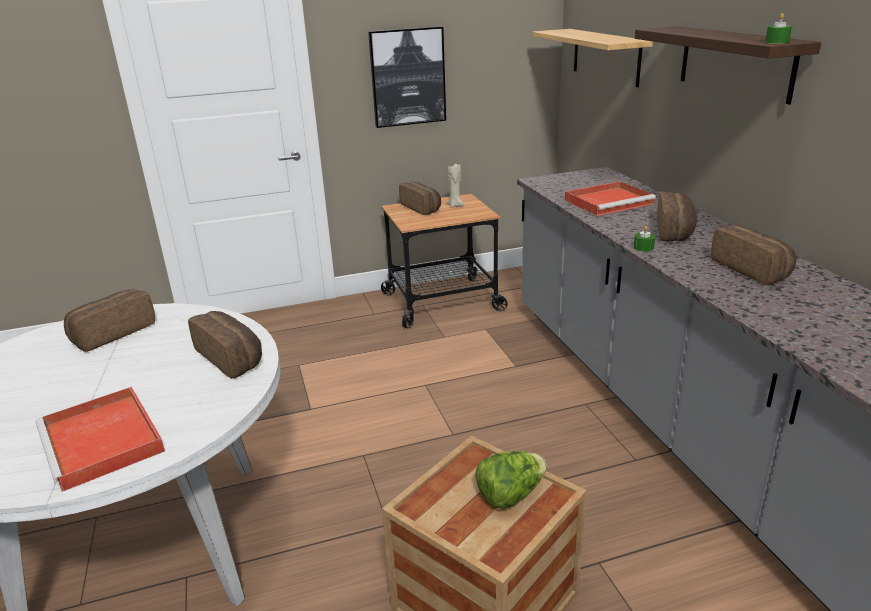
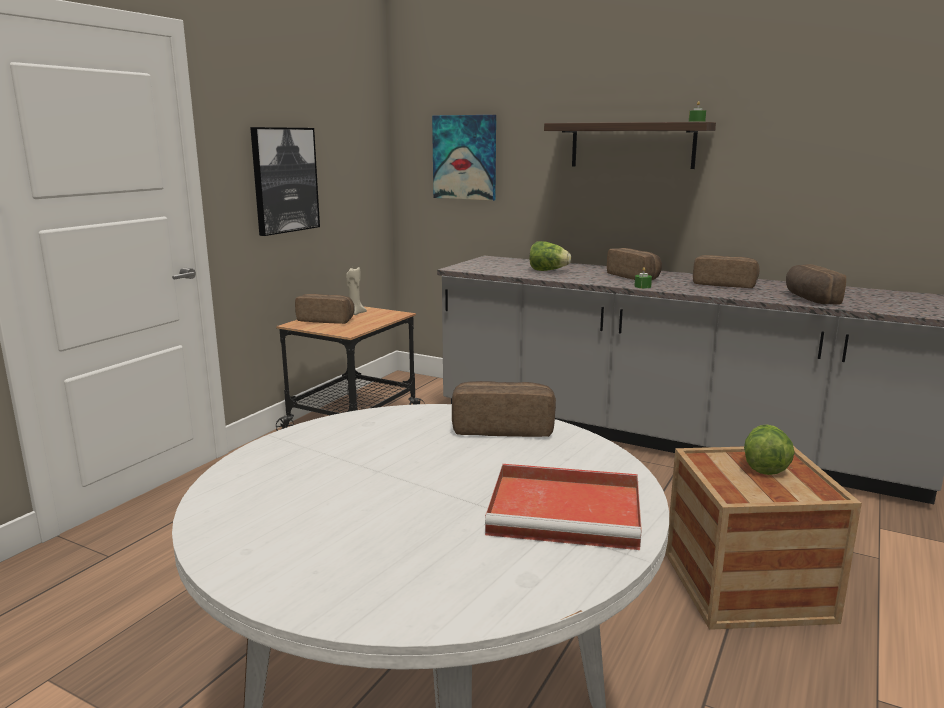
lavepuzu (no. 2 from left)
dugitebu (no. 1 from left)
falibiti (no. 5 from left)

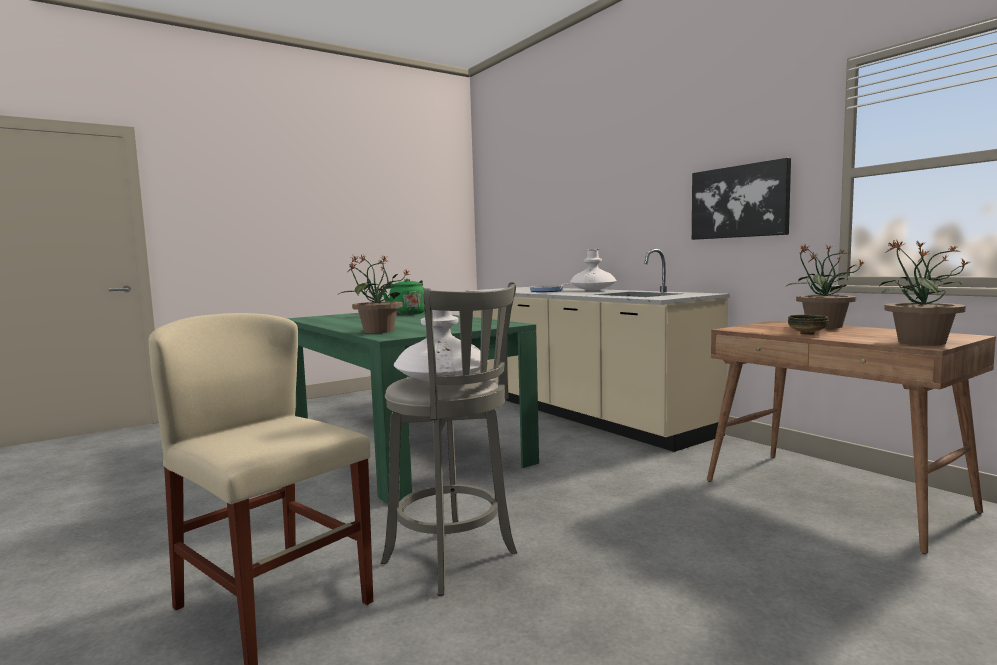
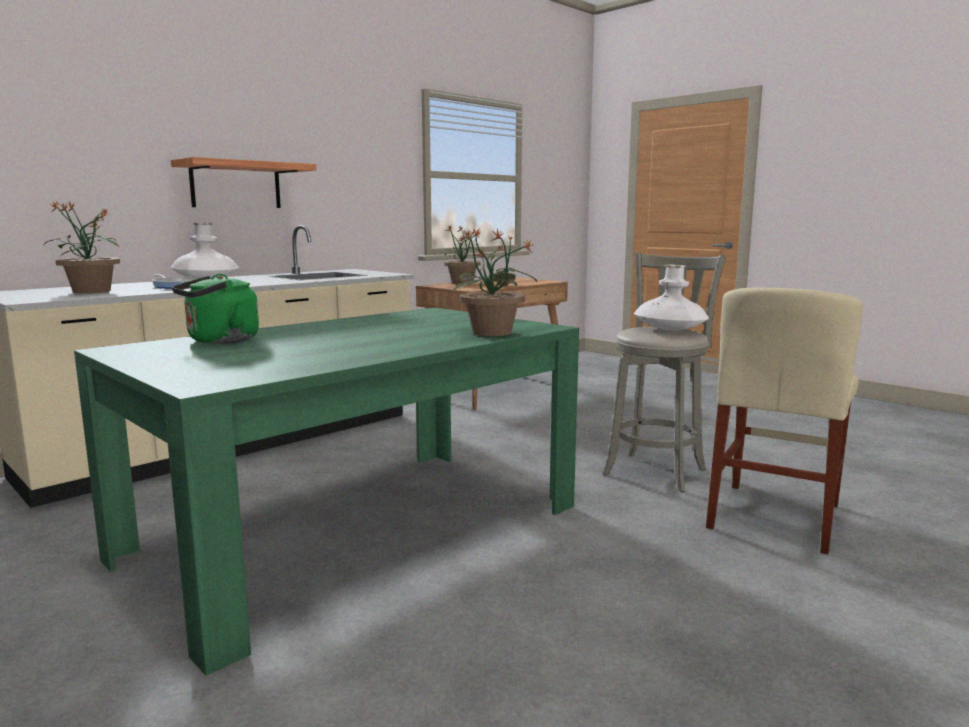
lavepuzu
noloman (no. 1 from left)
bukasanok

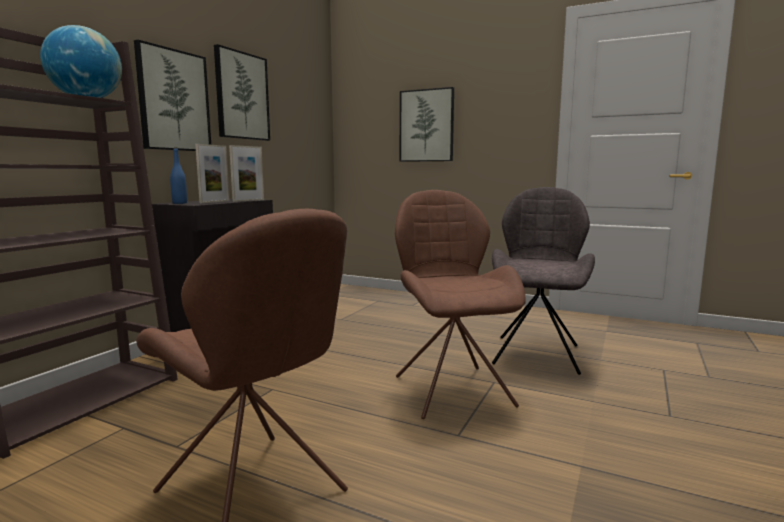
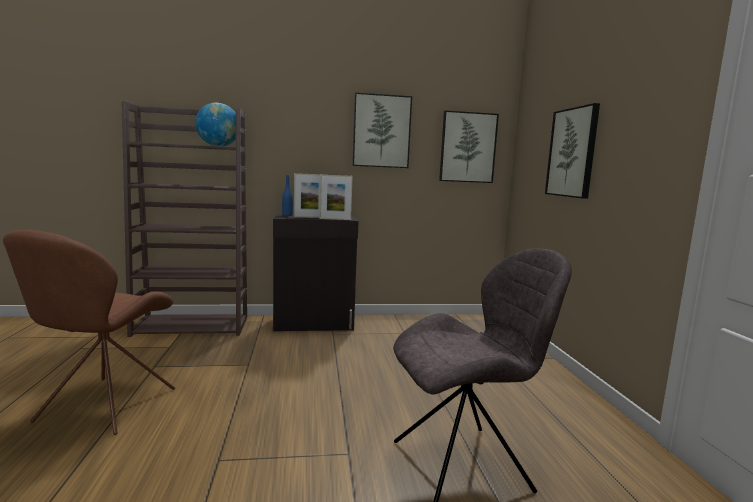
lavepuzu (no. 2 from left)
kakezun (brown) (no. 2 from left in the first image)

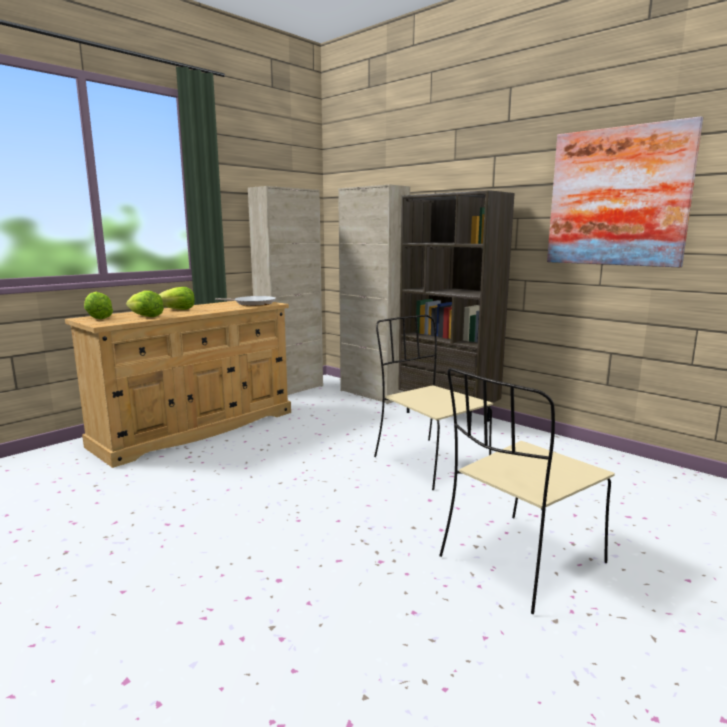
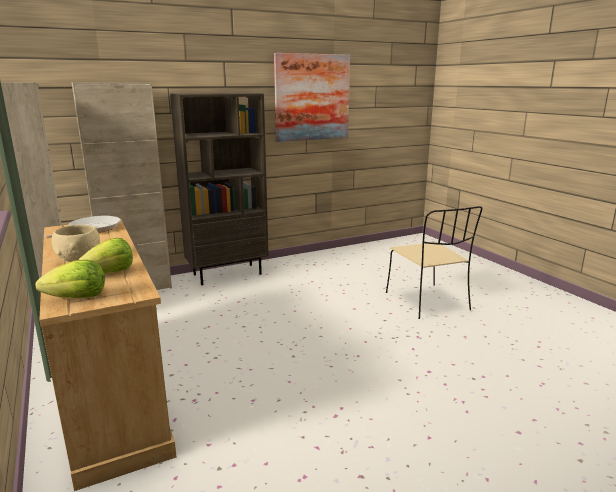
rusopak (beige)
kakezun (beige) (no. 1 from left in the first image)

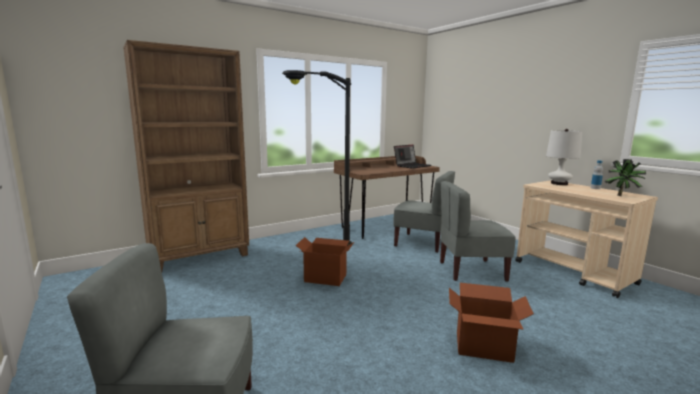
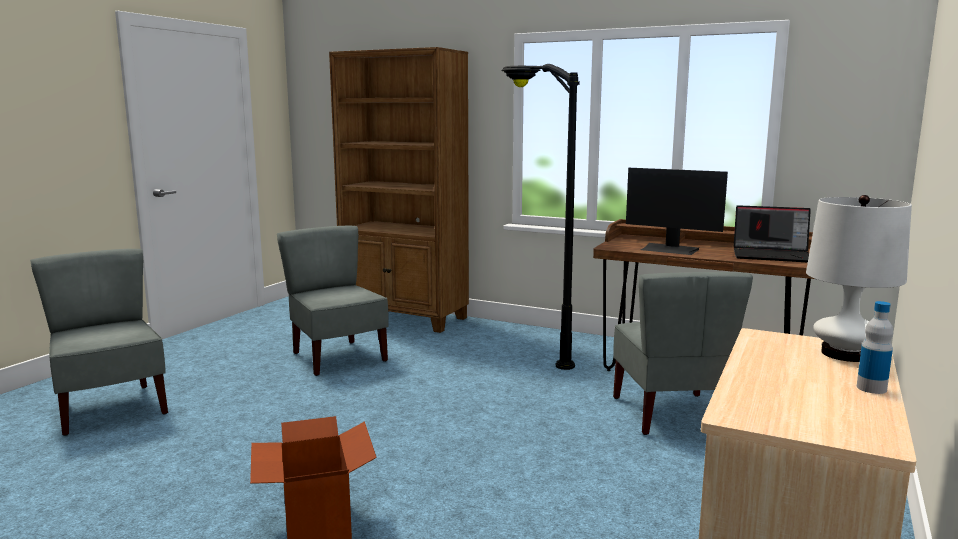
noloman
kakezun (grey) (no. 2 from left)
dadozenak (no. 1 from left in the first image)
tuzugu

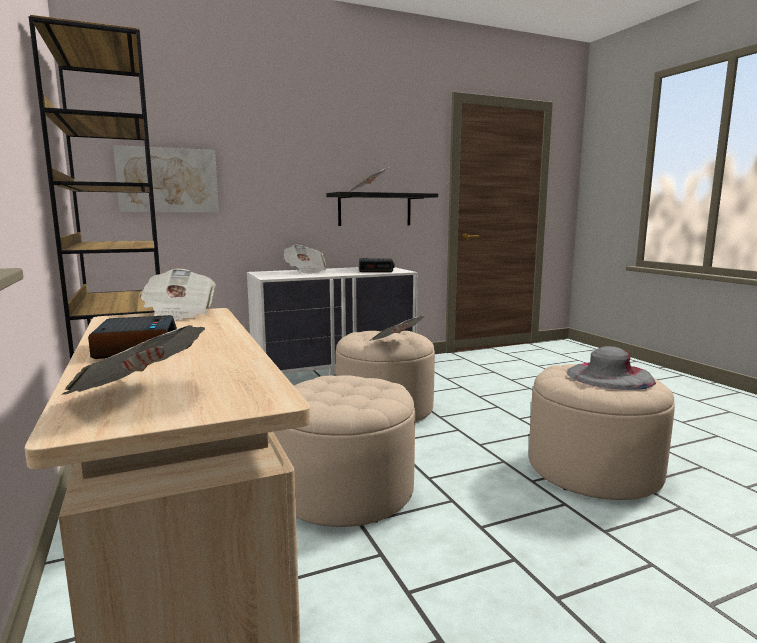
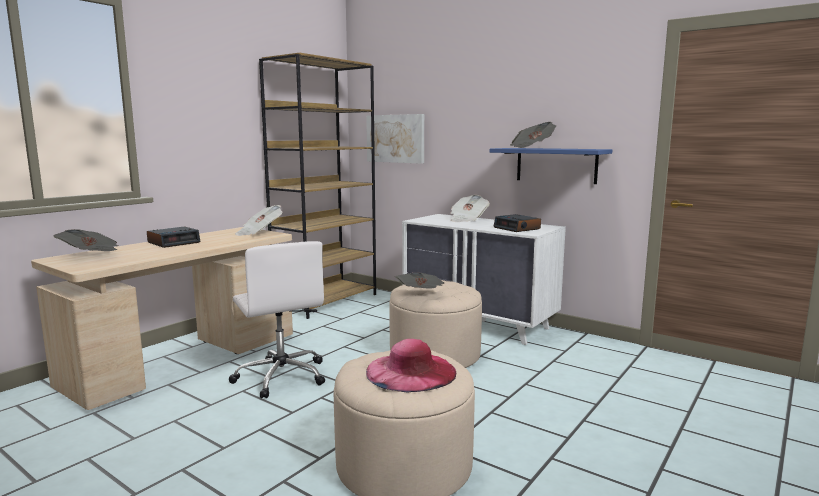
bukasanok (blue)
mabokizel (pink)
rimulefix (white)

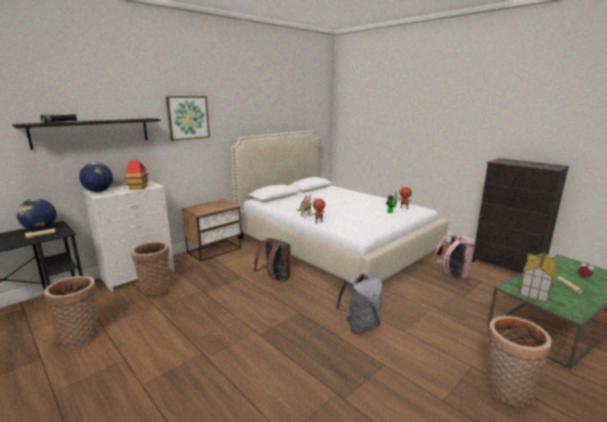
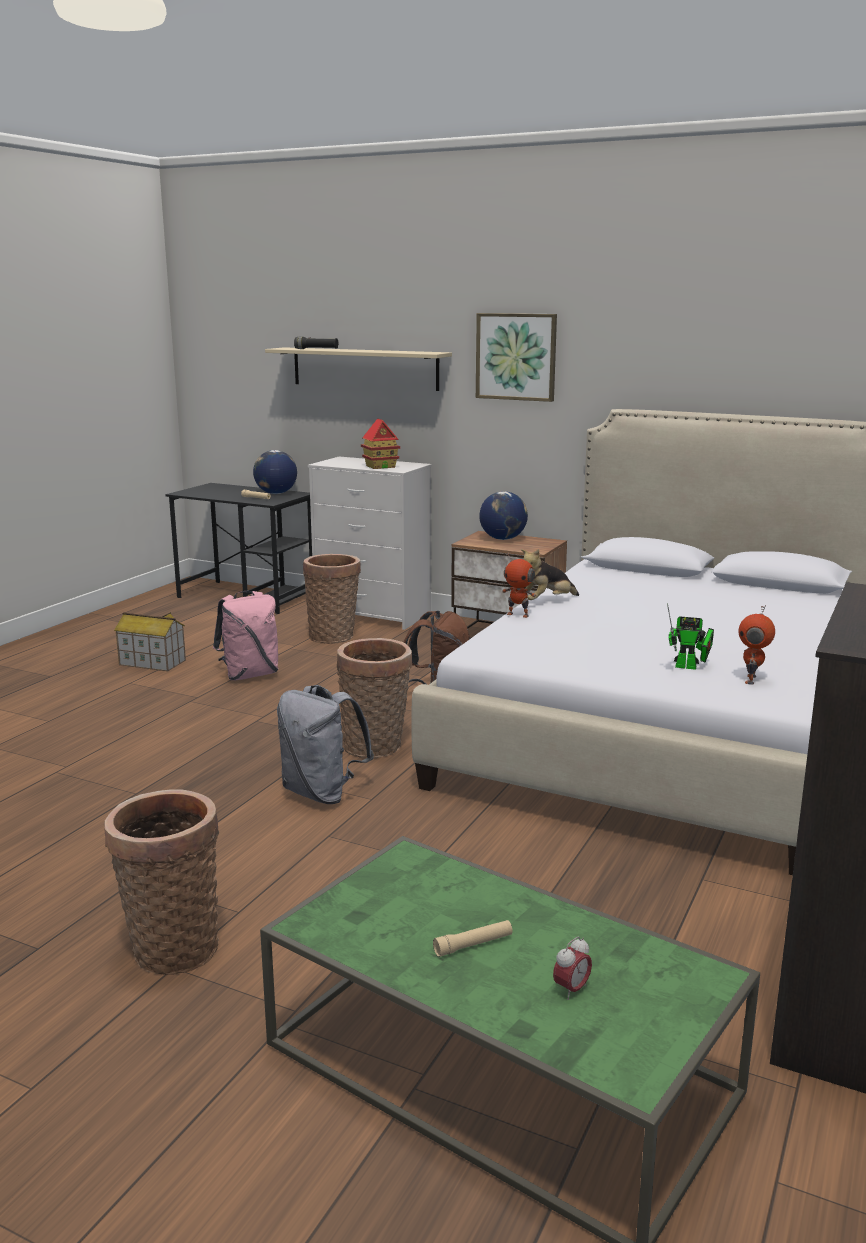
bukasanok (beige)
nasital (no. 2 from left)
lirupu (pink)
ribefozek (no. 1 from left)
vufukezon (no. 3 from left)

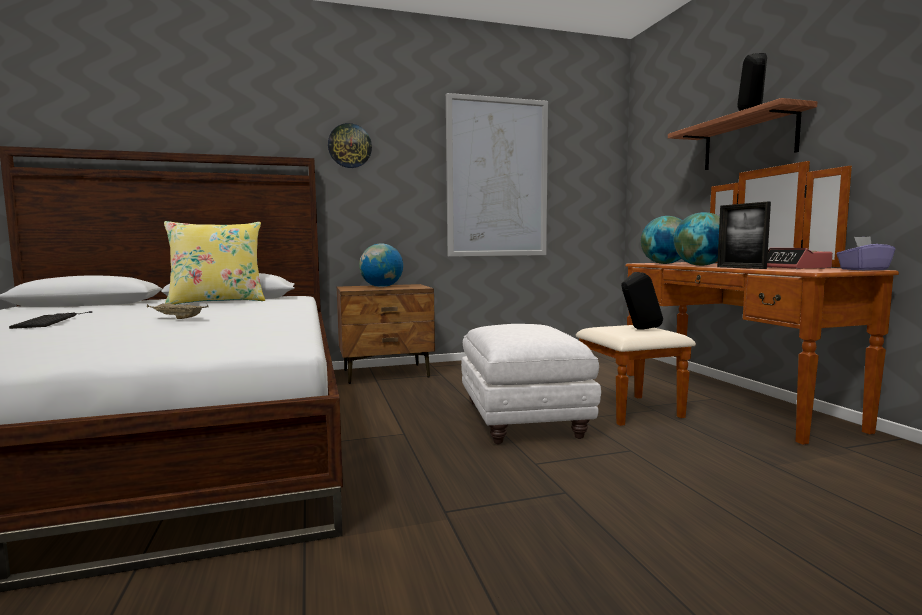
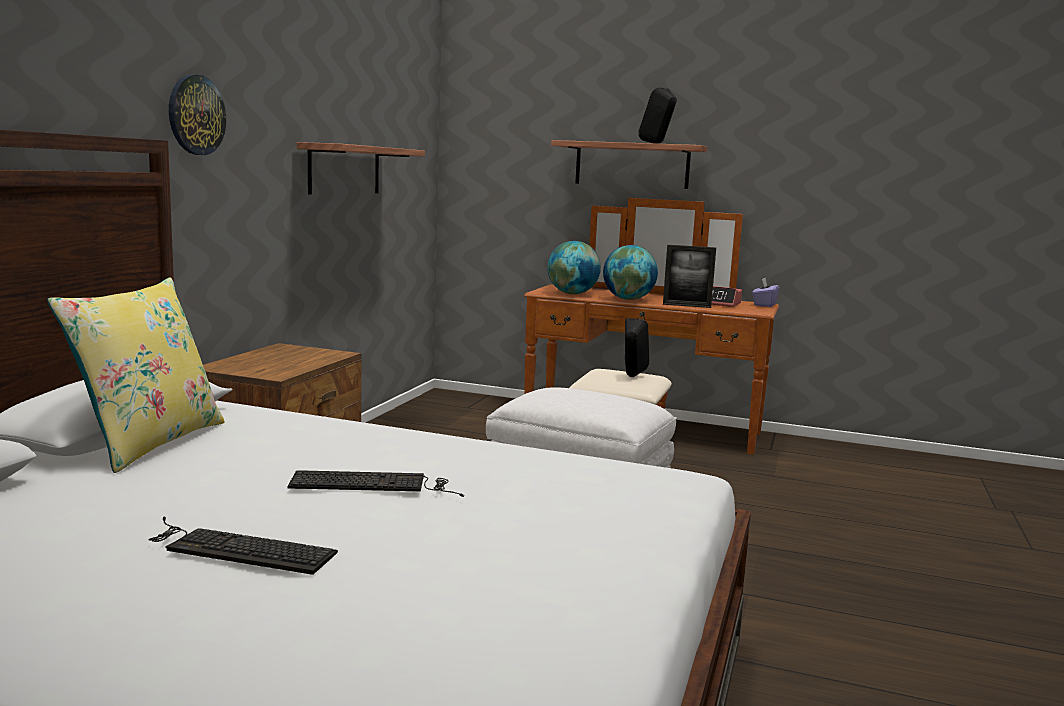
bukasanok (no. 1 from left)
nasital (no. 1 from left in the first image)
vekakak (no. 2 from left)

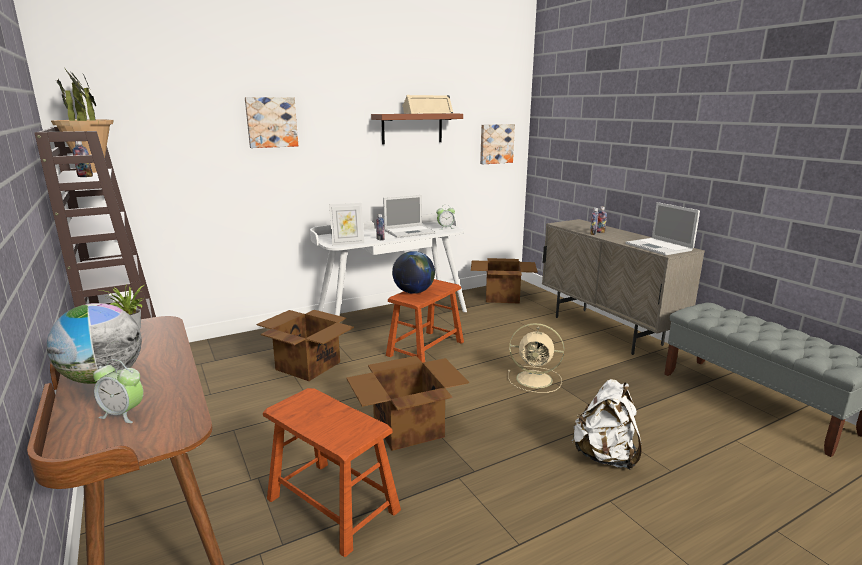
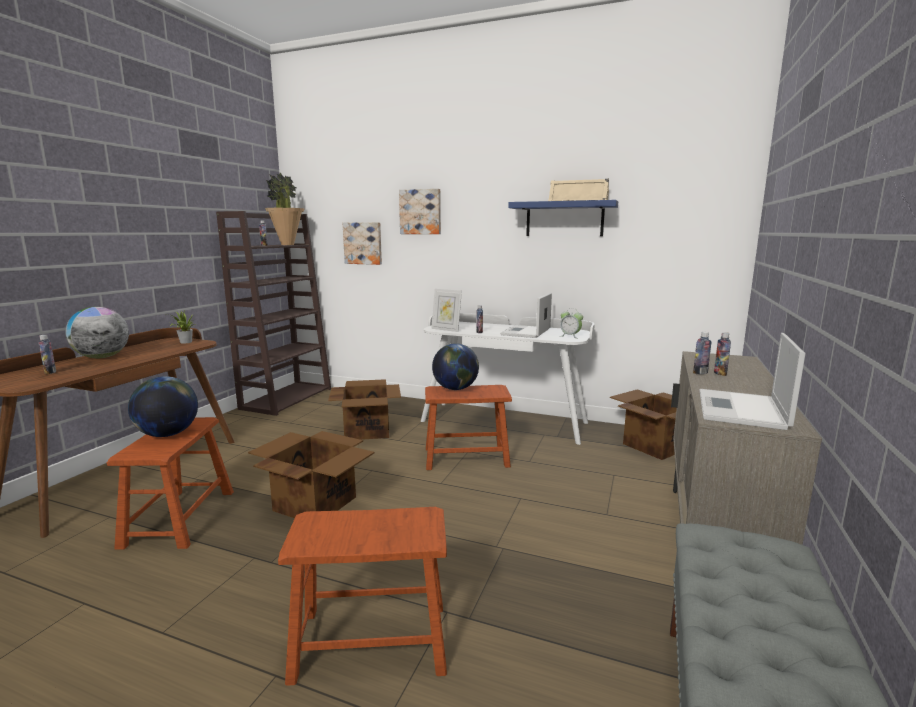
bukasanok (blue)
lavepuzu (no. 1 from left)
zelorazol (no. 1 from left)
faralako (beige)
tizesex (no. 1 from left)
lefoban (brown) (no. 2 from left)
nasital (no. 2 from left)

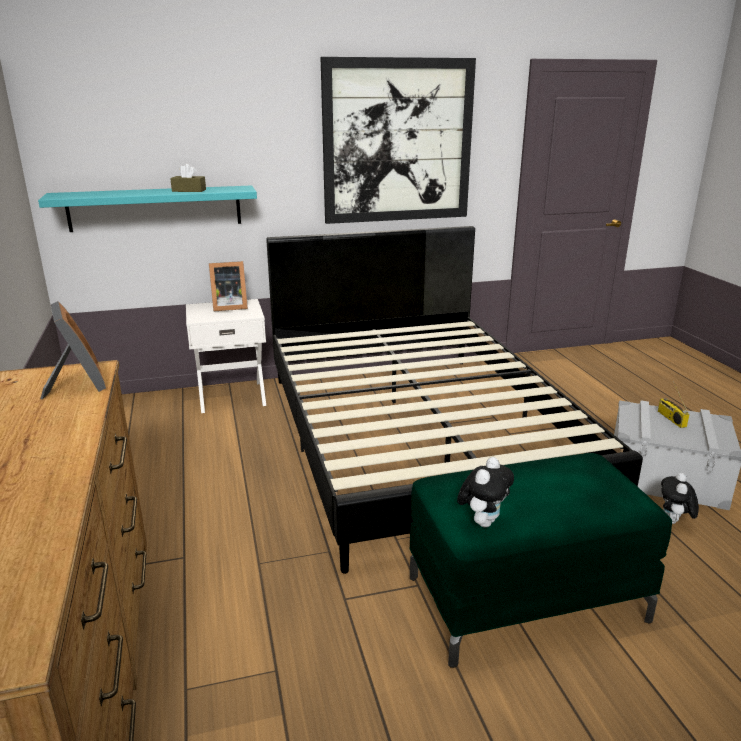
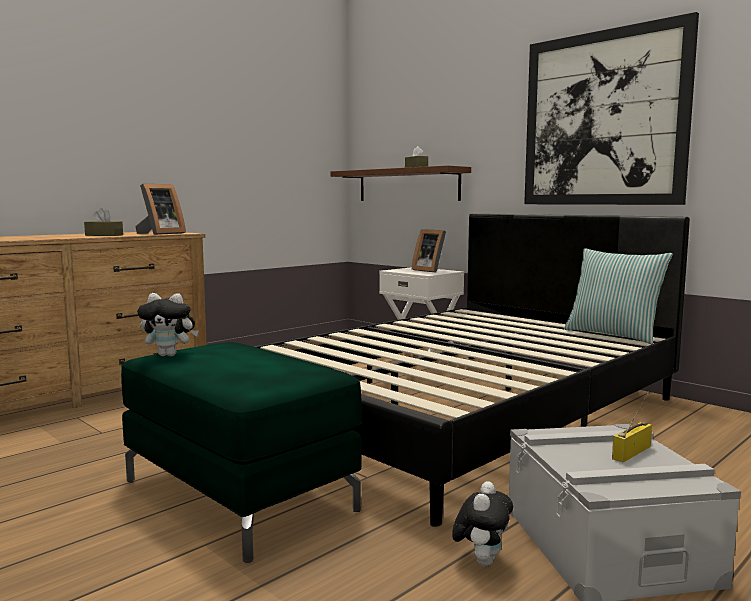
bukasanok (brown)
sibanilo (no. 2 from left)
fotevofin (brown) (no. 1 from left)
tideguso

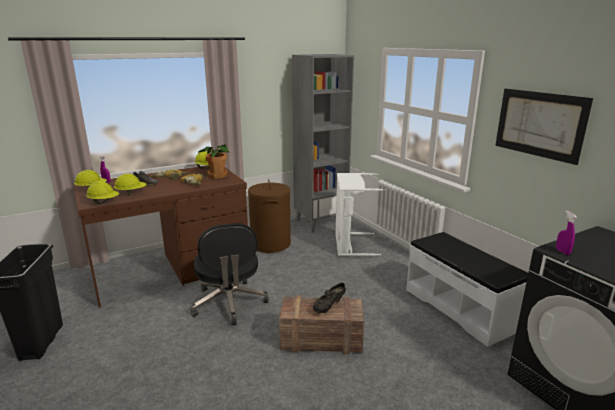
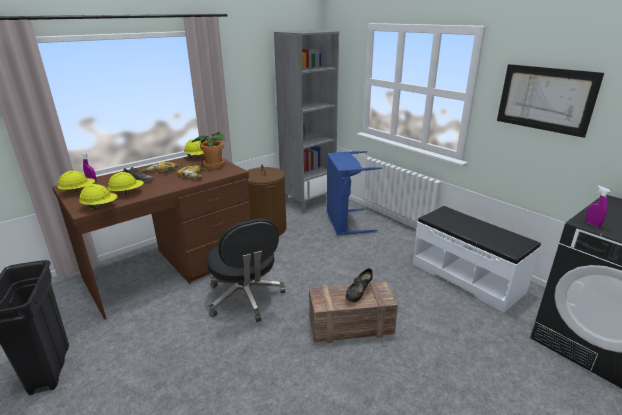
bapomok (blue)

